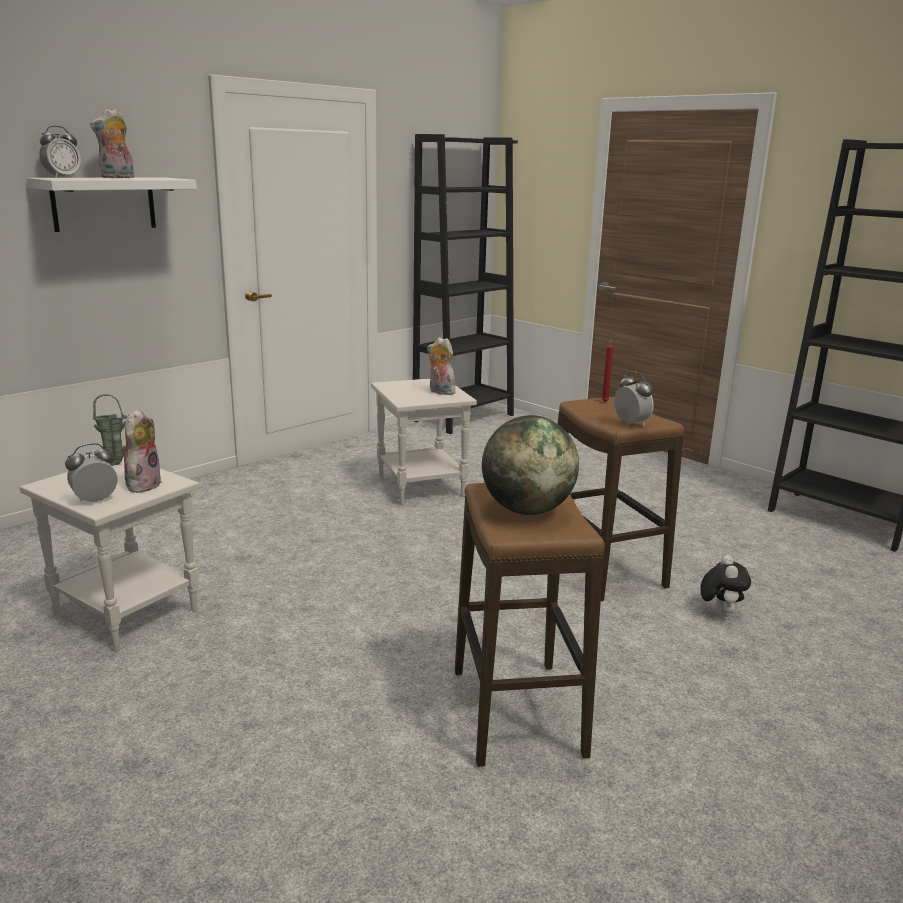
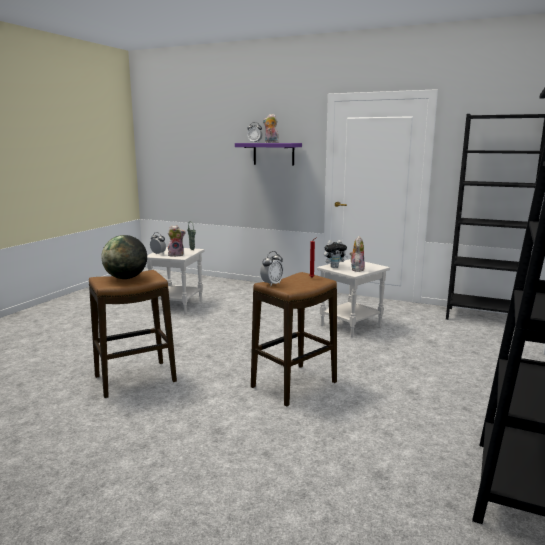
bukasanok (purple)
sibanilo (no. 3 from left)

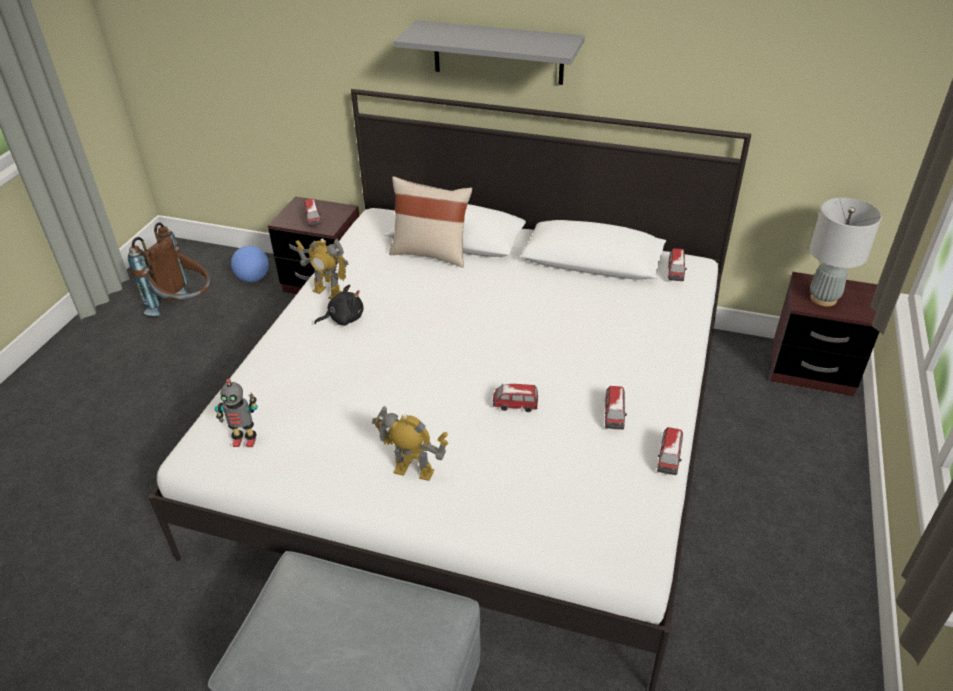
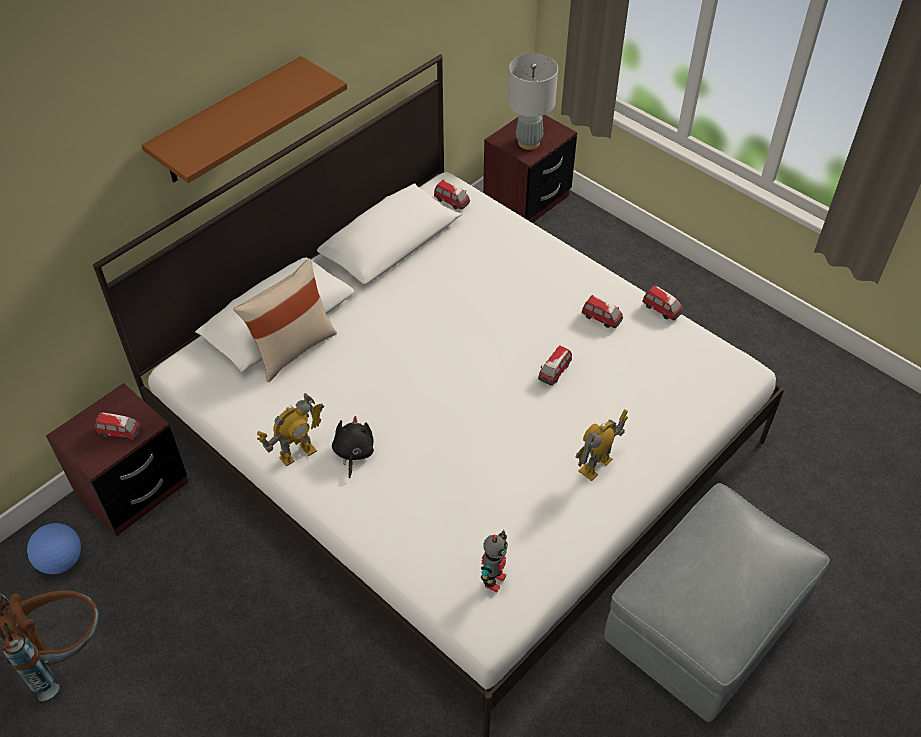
bukasanok (brown)

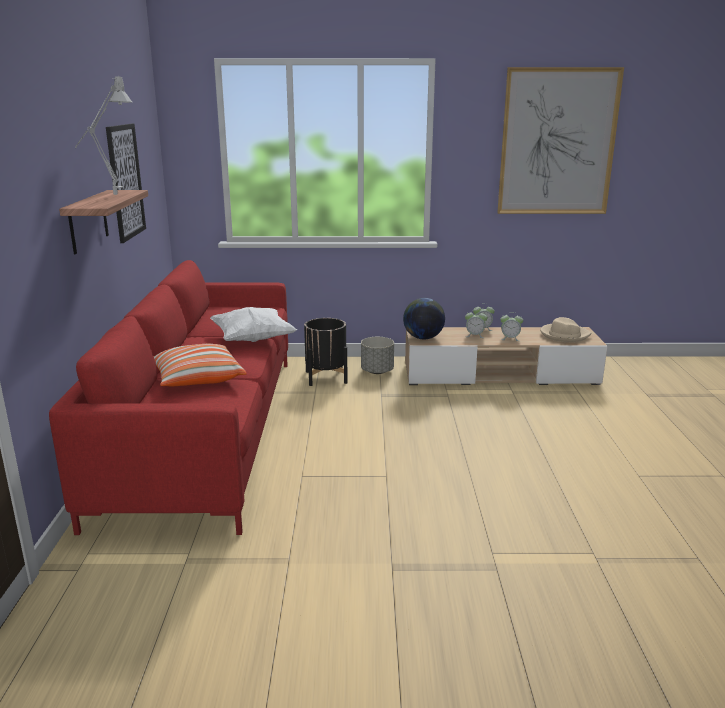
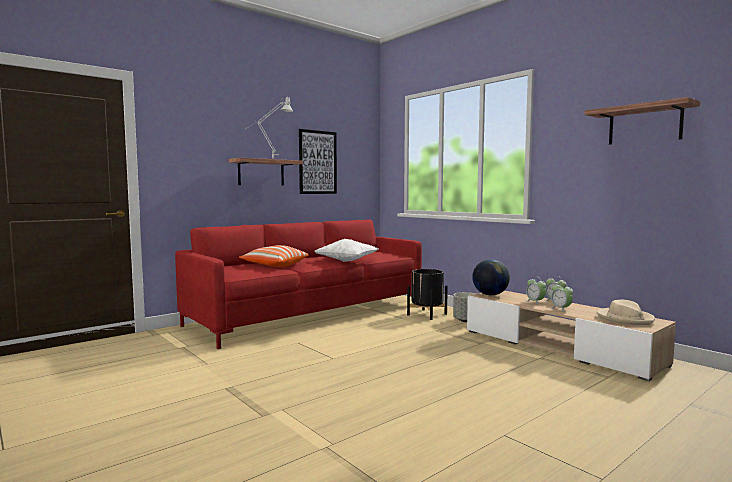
bukasanok (no. 2 from left)

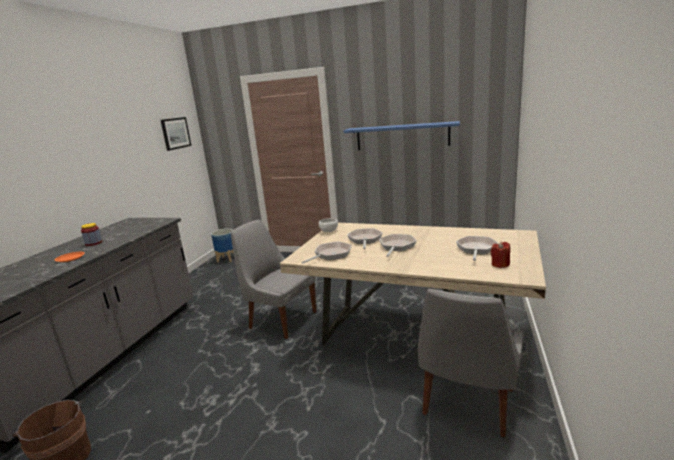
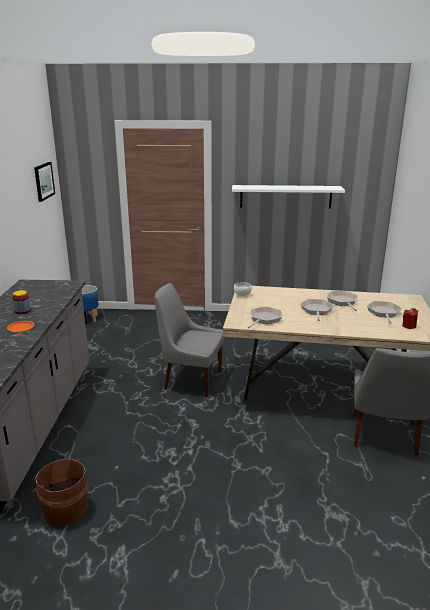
bukasanok (white)
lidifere (no. 3 from left)

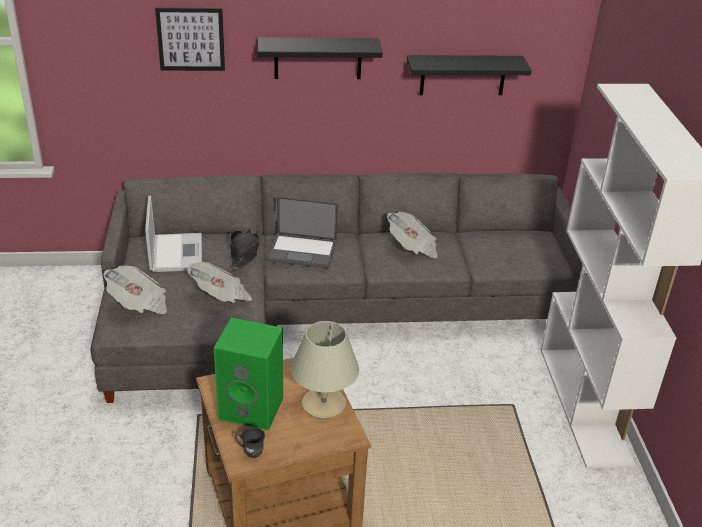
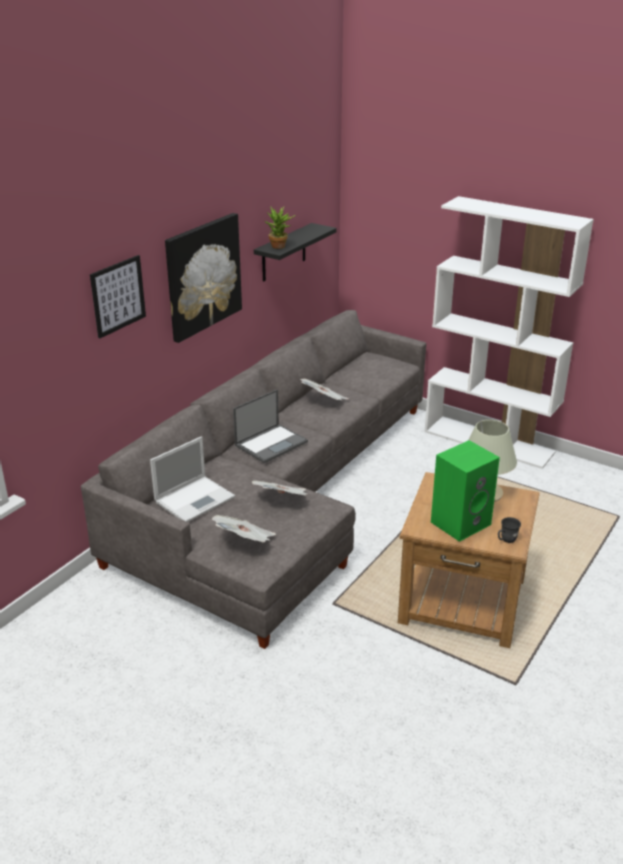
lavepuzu (no. 2 from left)
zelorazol (no. 1 from left)
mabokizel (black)
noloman

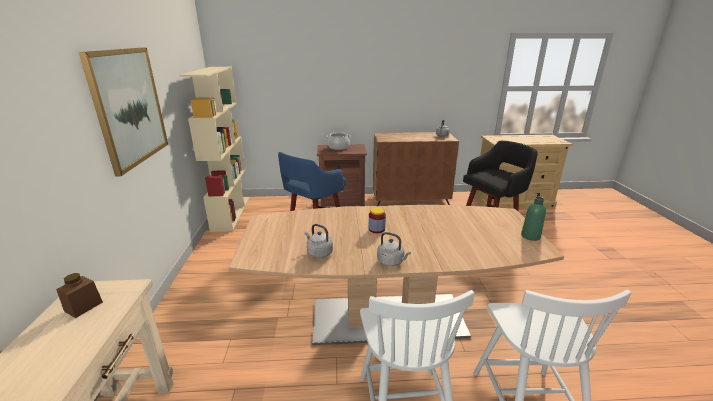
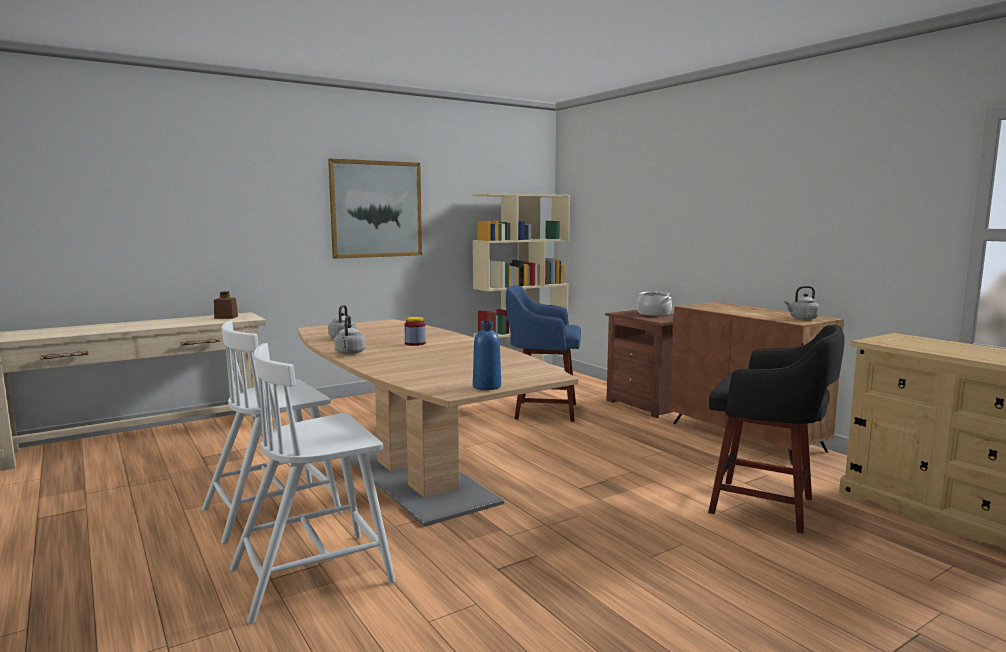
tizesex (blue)

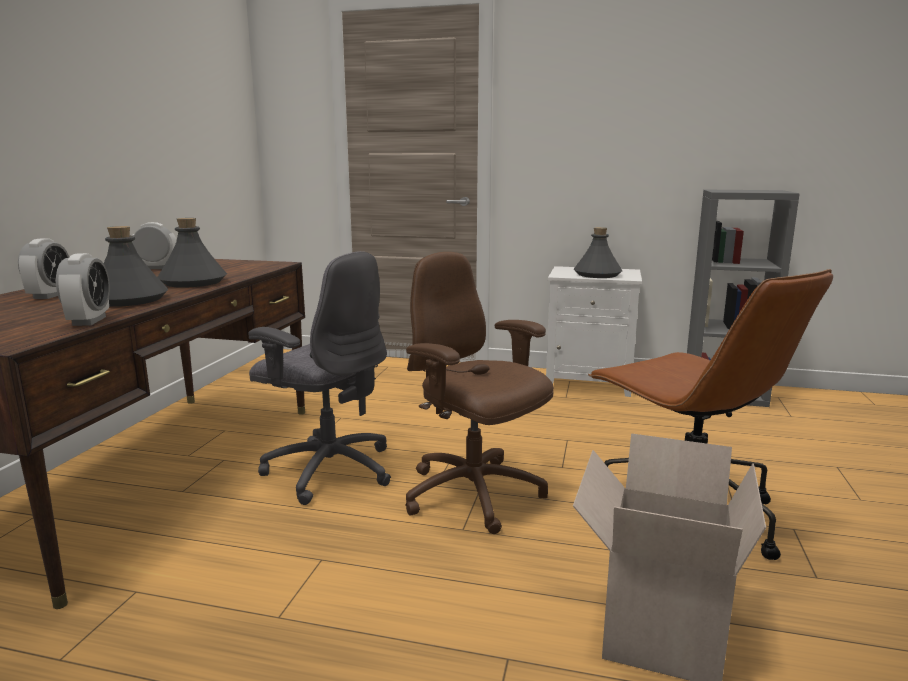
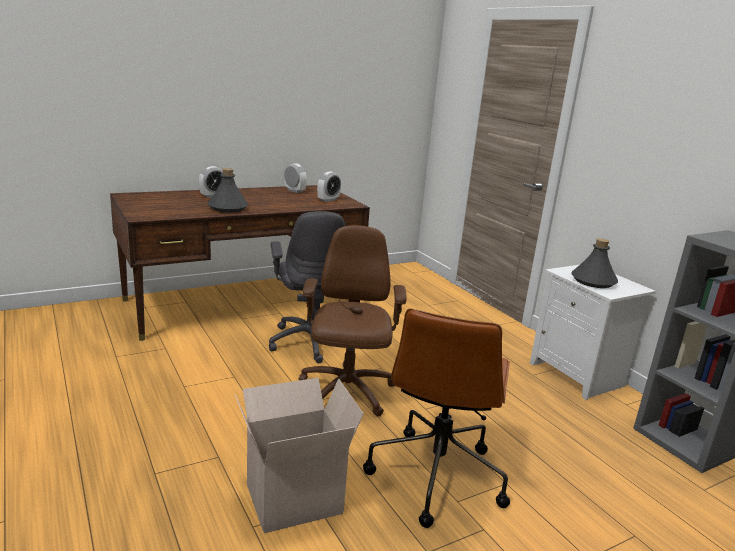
tizesex (grey) (no. 2 from left in the first image)
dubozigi (no. 3 from left)

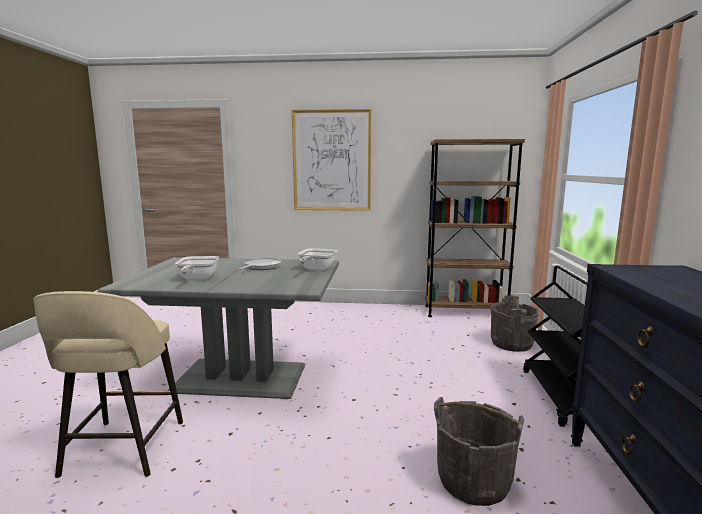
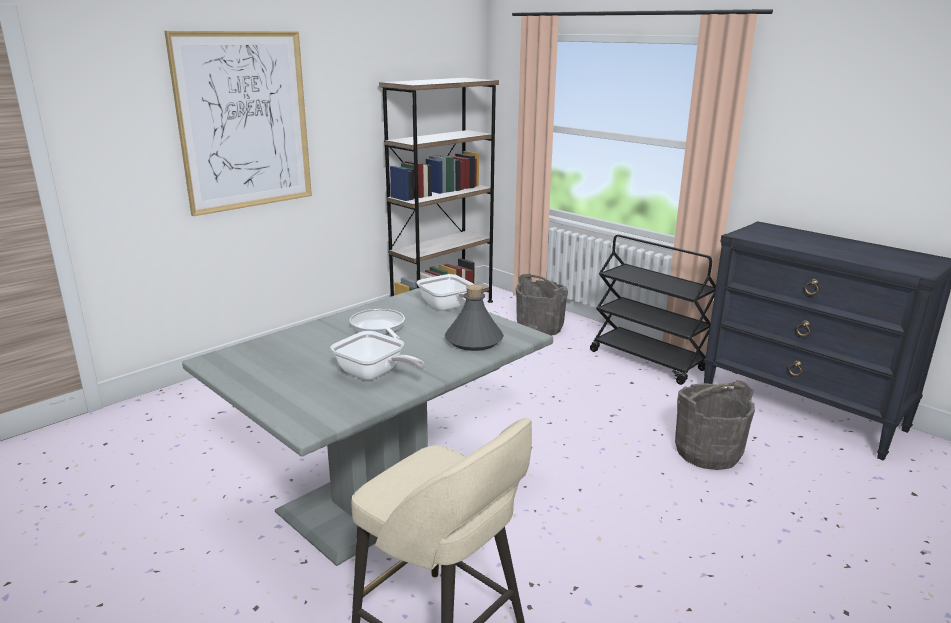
tizesex (grey)

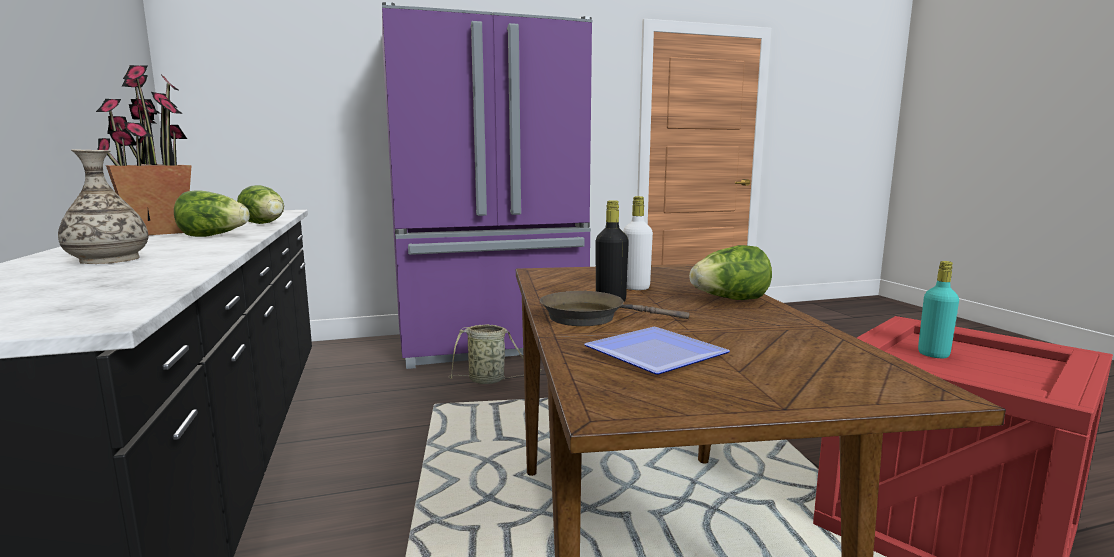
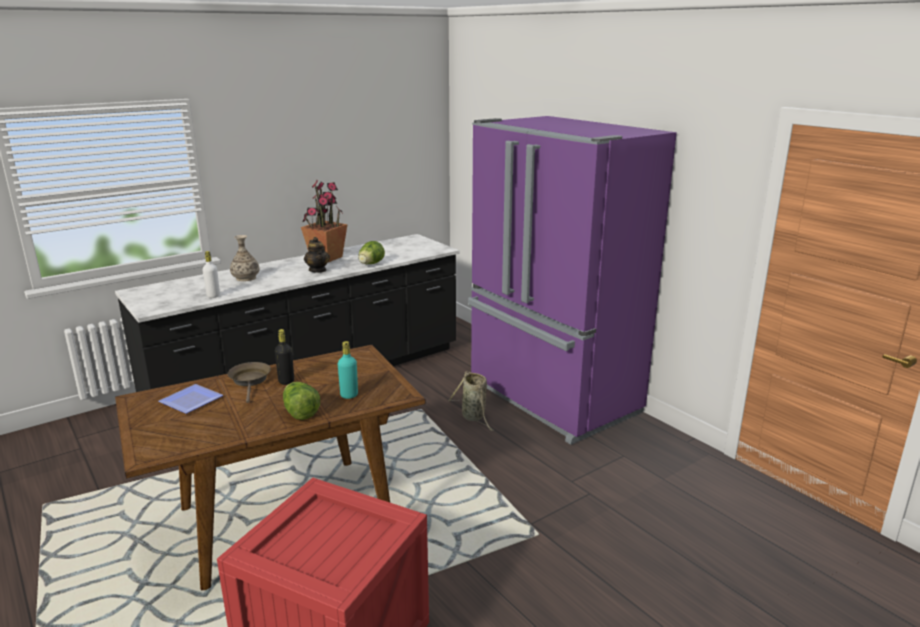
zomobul
tizesex (white)
tizesex (turquoise)

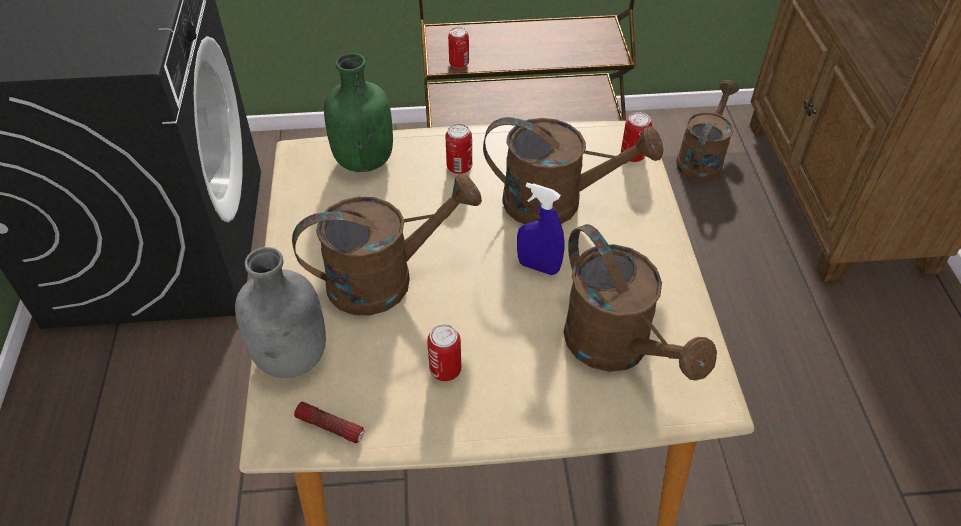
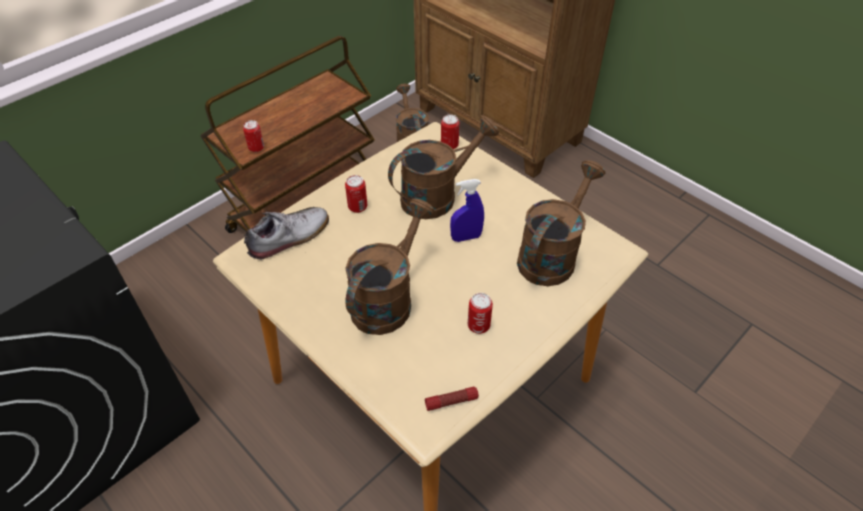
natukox
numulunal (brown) (no. 4 from left)
tizesex (grey)

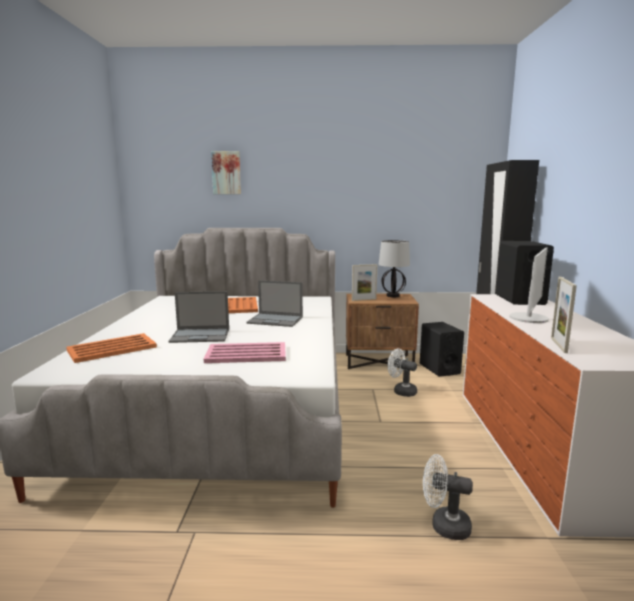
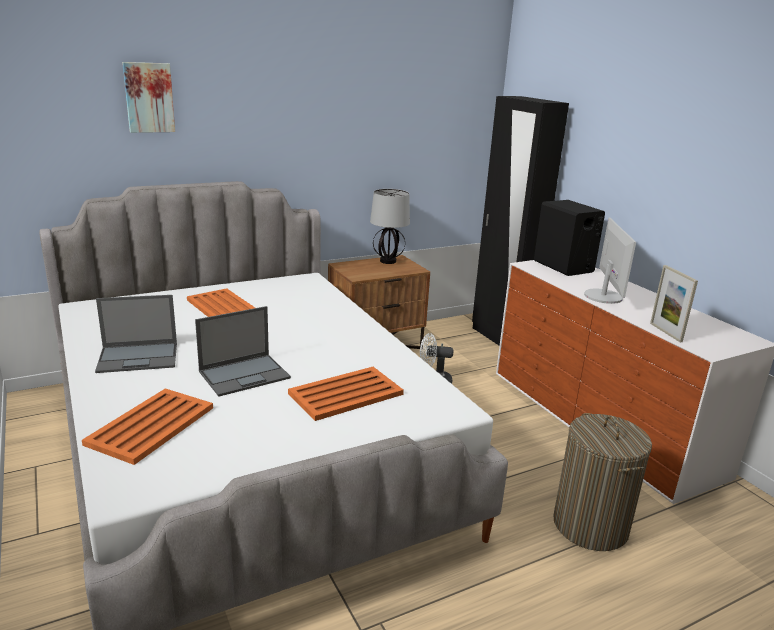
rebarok (no. 1 from left in the first image)
zelorazol (no. 1 from left)
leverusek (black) (no. 1 from left in the first image)
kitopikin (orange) (no. 3 from left)
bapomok

